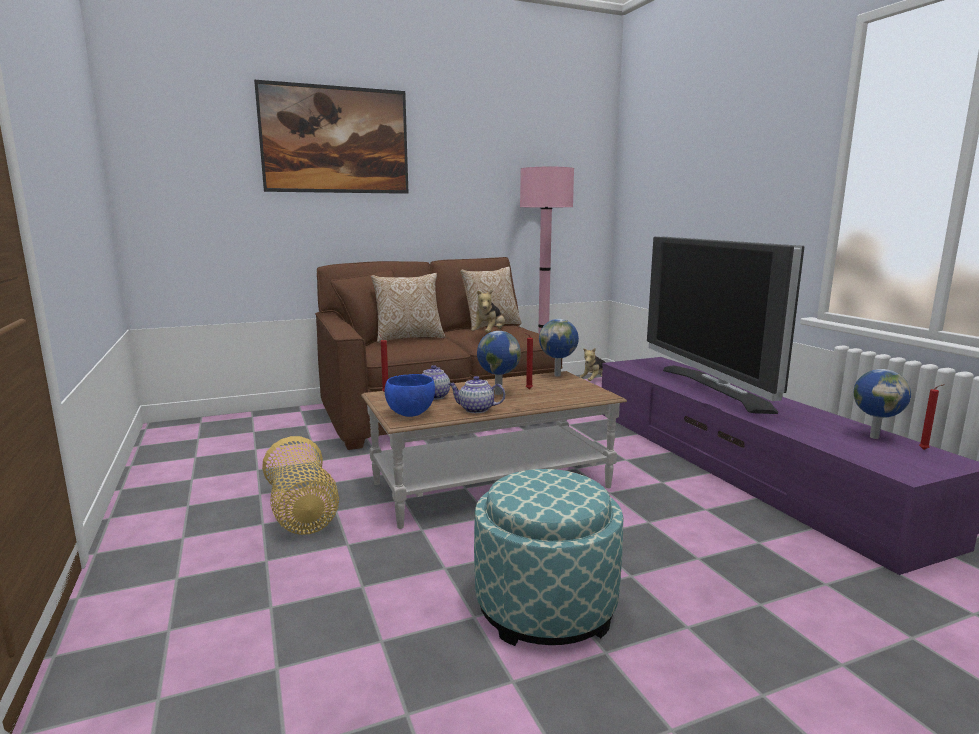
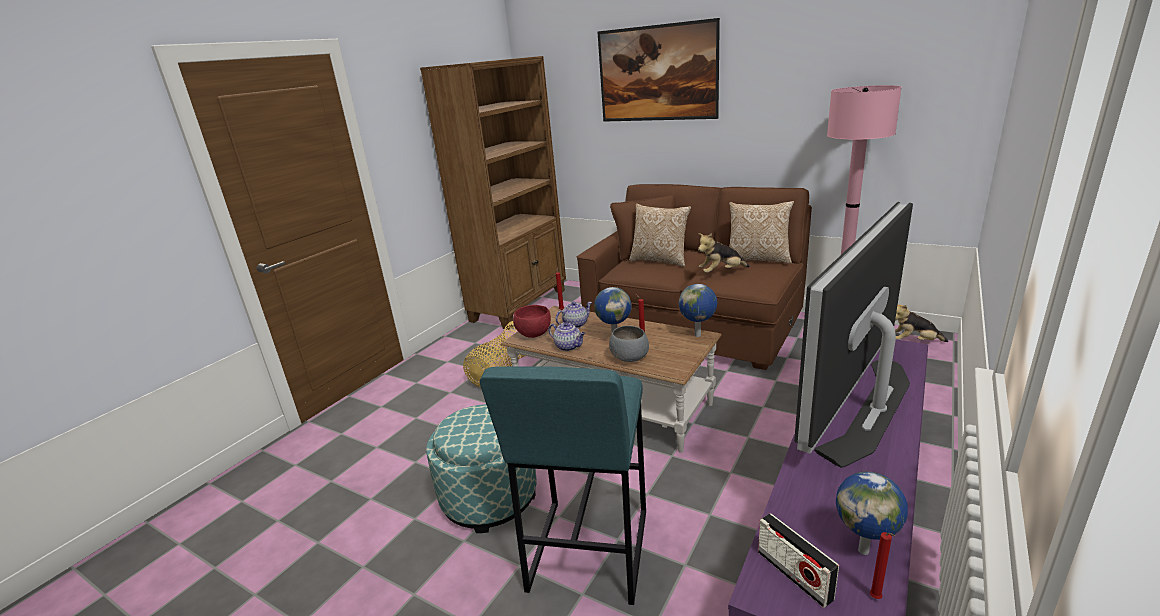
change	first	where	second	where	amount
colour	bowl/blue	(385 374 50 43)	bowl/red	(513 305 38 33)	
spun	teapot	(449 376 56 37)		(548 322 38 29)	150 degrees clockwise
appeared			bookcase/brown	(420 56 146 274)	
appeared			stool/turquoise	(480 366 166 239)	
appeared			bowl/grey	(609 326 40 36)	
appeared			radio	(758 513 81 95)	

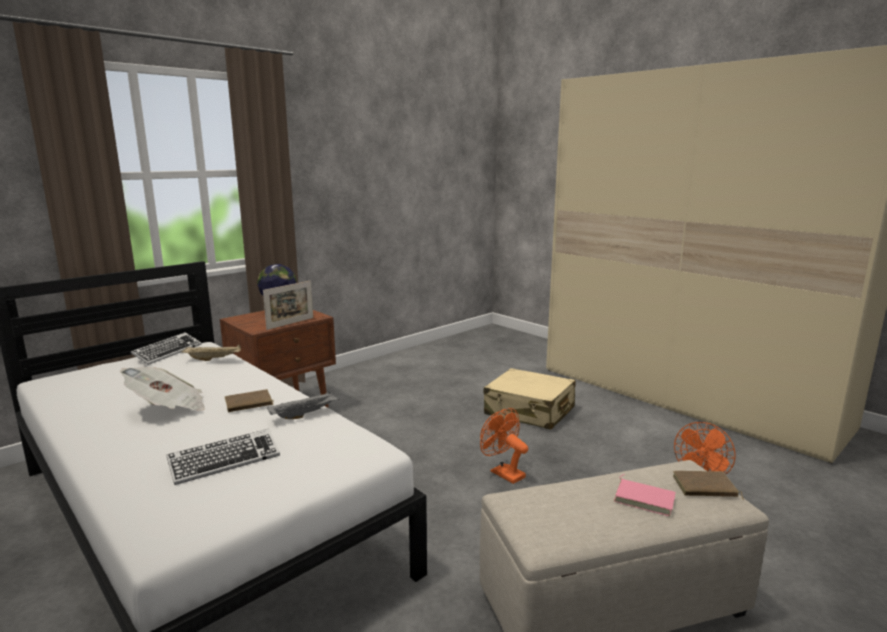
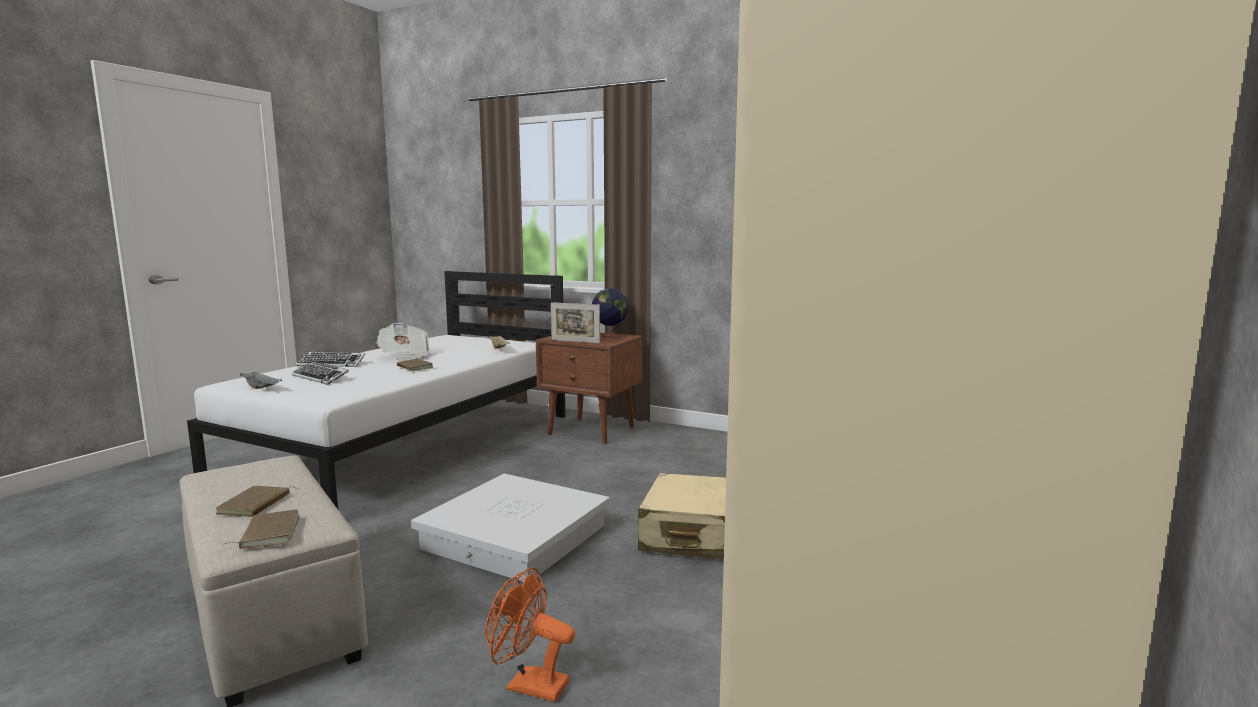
change	first	where	second	where	amount
relocated	keyboard	(131 332 71 33)		(296 352 69 15)	
relocated	tray/grey	(267 391 73 28)		(240 372 42 17)	
exchanged	fan/orange	(480 408 48 76)	storage box/white	(411 474 199 108)	
colour	book/pink	(614 474 62 42)	book/brown	(216 485 84 32)	

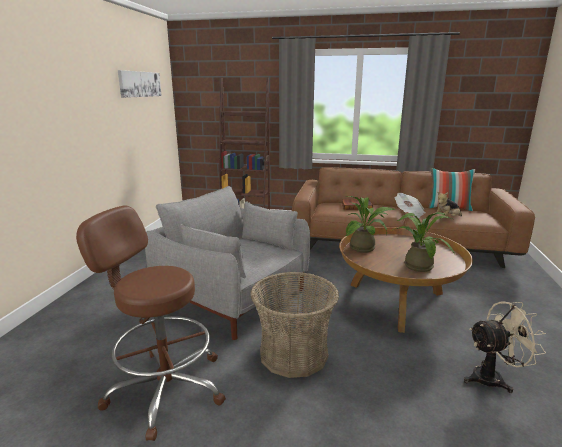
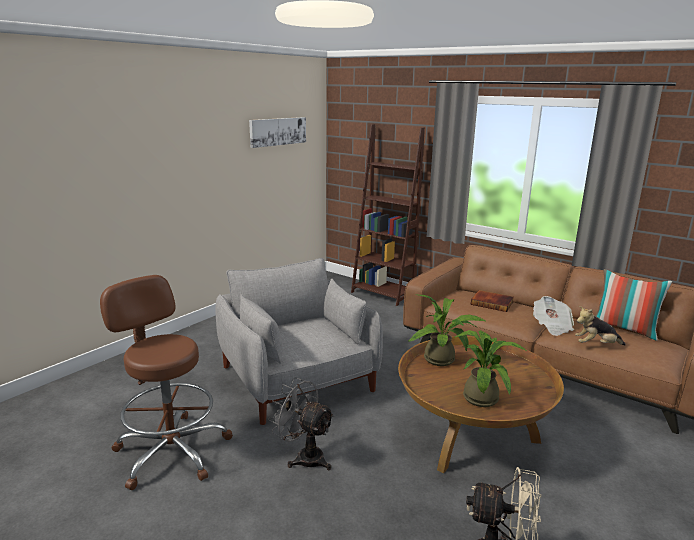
change	first	where	second	where	amount
exchanged	basket	(250 272 89 106)	fan/grey	(268 377 67 93)	

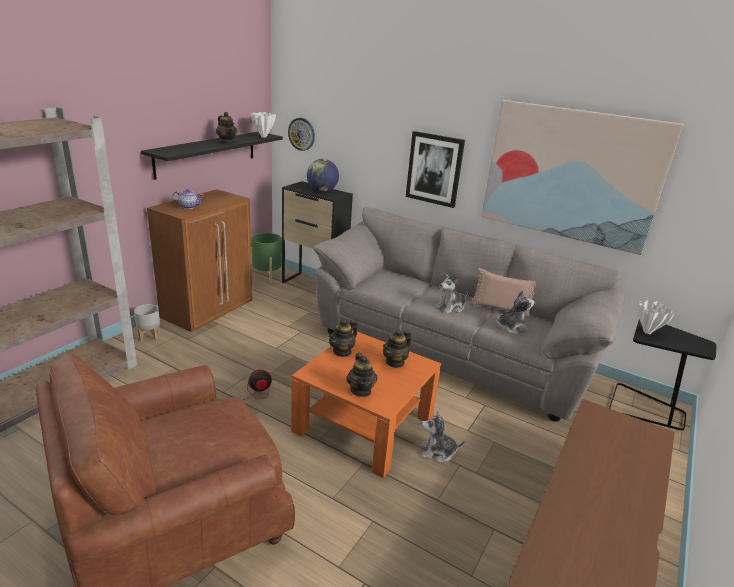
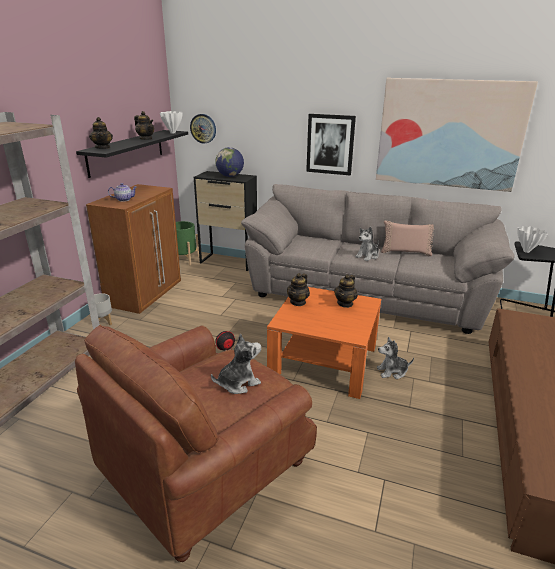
change	first	where	second	where	amount
relocated	teapot	(346 353 31 44)		(89 117 24 32)	
relocated	plush toy	(496 290 38 44)		(211 334 50 60)	

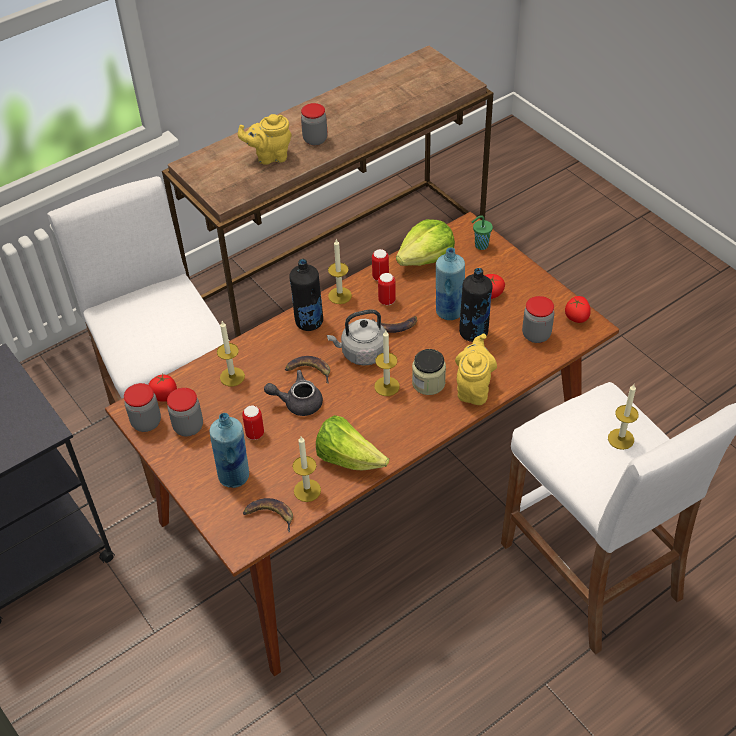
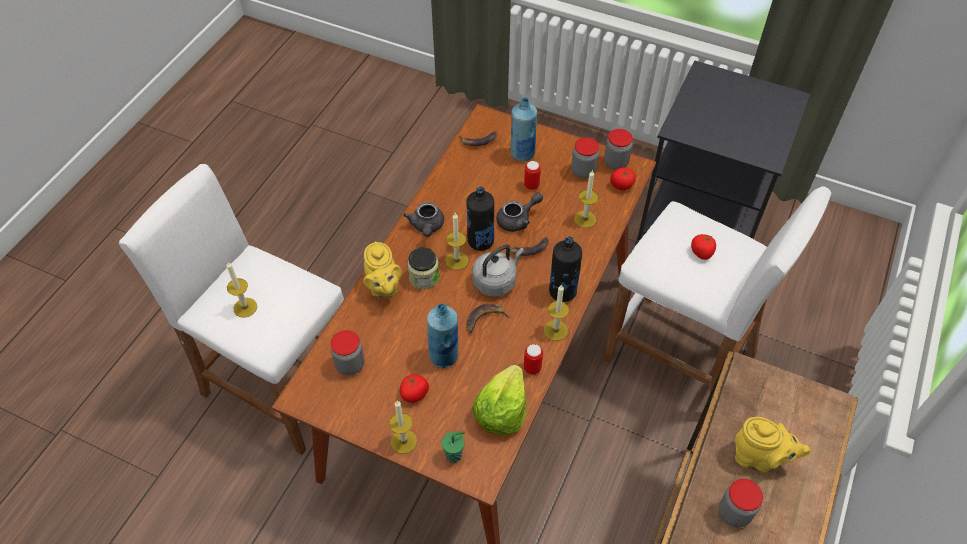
change	first	where	second	where	amount
spun	teapot/yellow	(238 114 54 51)		(735 417 76 56)	60 degrees clockwise
relocated	candle	(293 437 28 65)		(389 401 28 53)	
missing	lettuce	(316 415 73 56)			
missing	can	(378 273 18 32)			
relocated	bottle/black	(459 268 33 74)		(466 187 28 64)	
relocated	tomato	(565 296 26 27)		(691 234 25 26)	
appeared			teapot/grey	(403 202 41 35)	

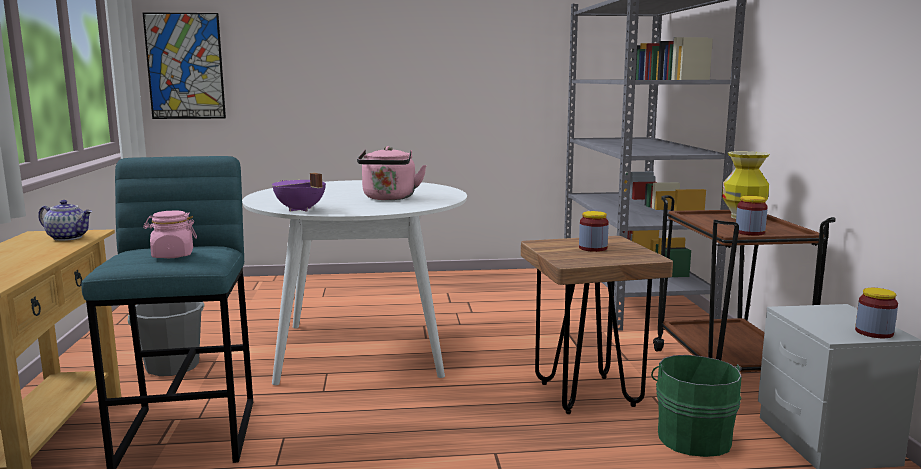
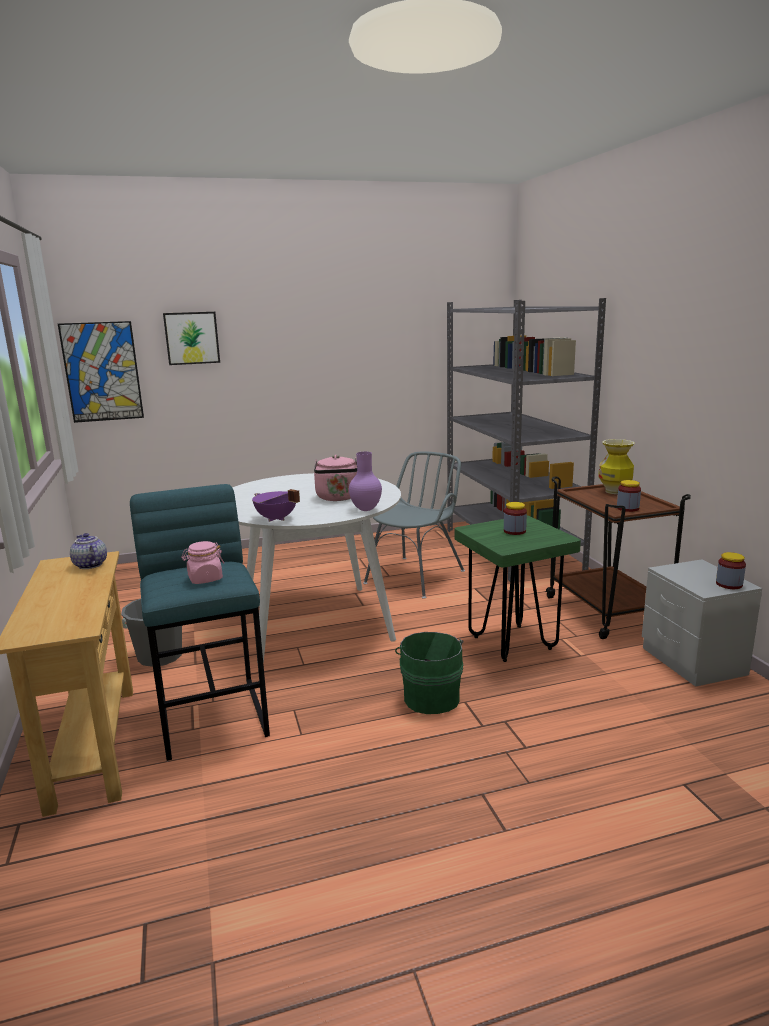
change	first	where	second	where	amount
spun	teapot	(38 200 54 41)		(70 533 37 36)	135 degrees counterclockwise
colour	stool/brown	(521 236 152 178)	stool/green	(454 515 127 147)	
relocated	bucket/green	(651 355 91 102)		(395 632 69 82)	
appeared			picture	(163 312 57 53)	
appeared			vase/purple	(349 452 33 59)	
appeared			chair/grey	(363 451 102 148)	

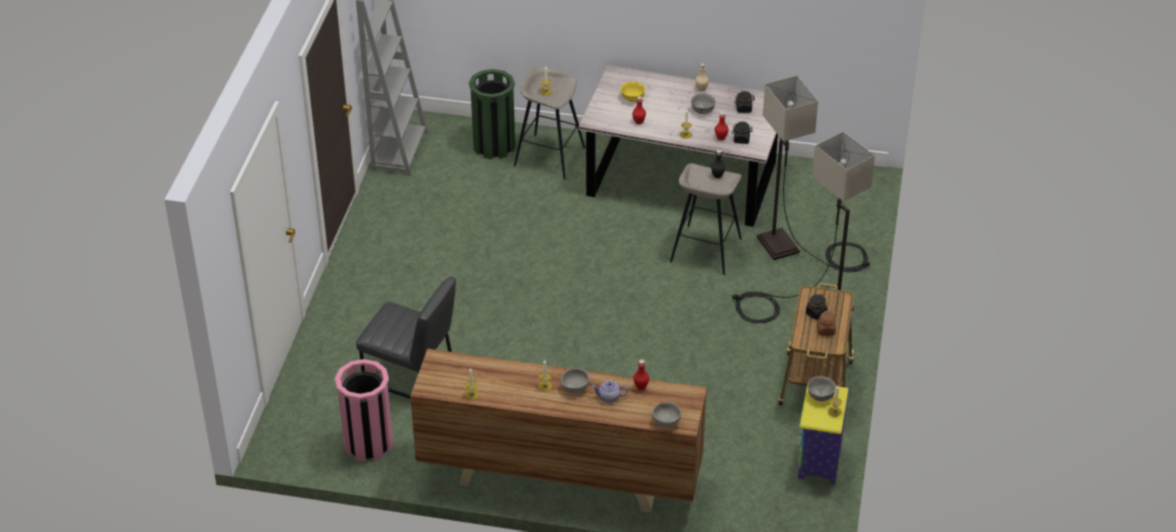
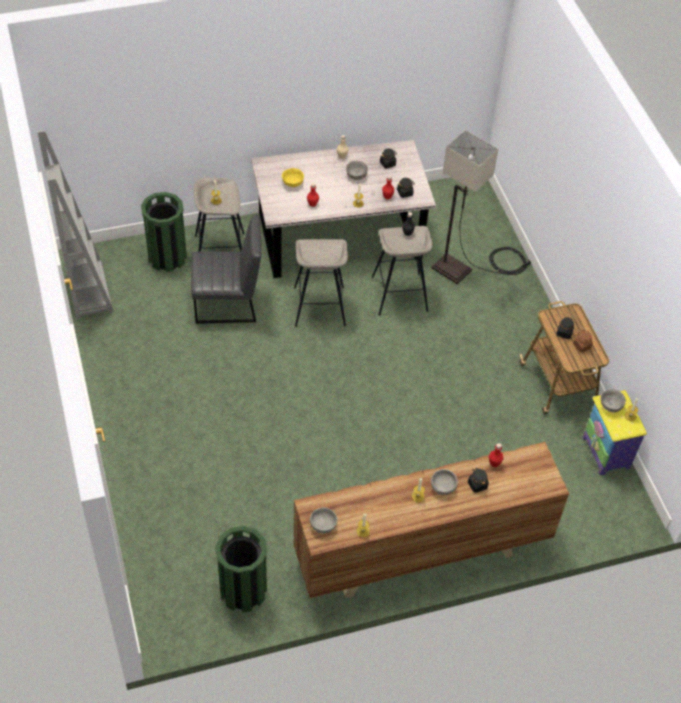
change	first	where	second	where	amount
colour	trash can/pink	(335 359 58 103)	trash can/green	(215 526 52 87)	
relocated	chair/grey	(356 276 100 123)		(191 215 70 109)	
exchanged	teapot	(592 381 36 22)	jar/black	(468 469 21 24)	
relocated	bowl/grey	(652 402 29 25)		(310 508 27 26)	
missing	floor lamp	(732 132 143 191)			
appeared			stool/grey	(294 239 54 88)	

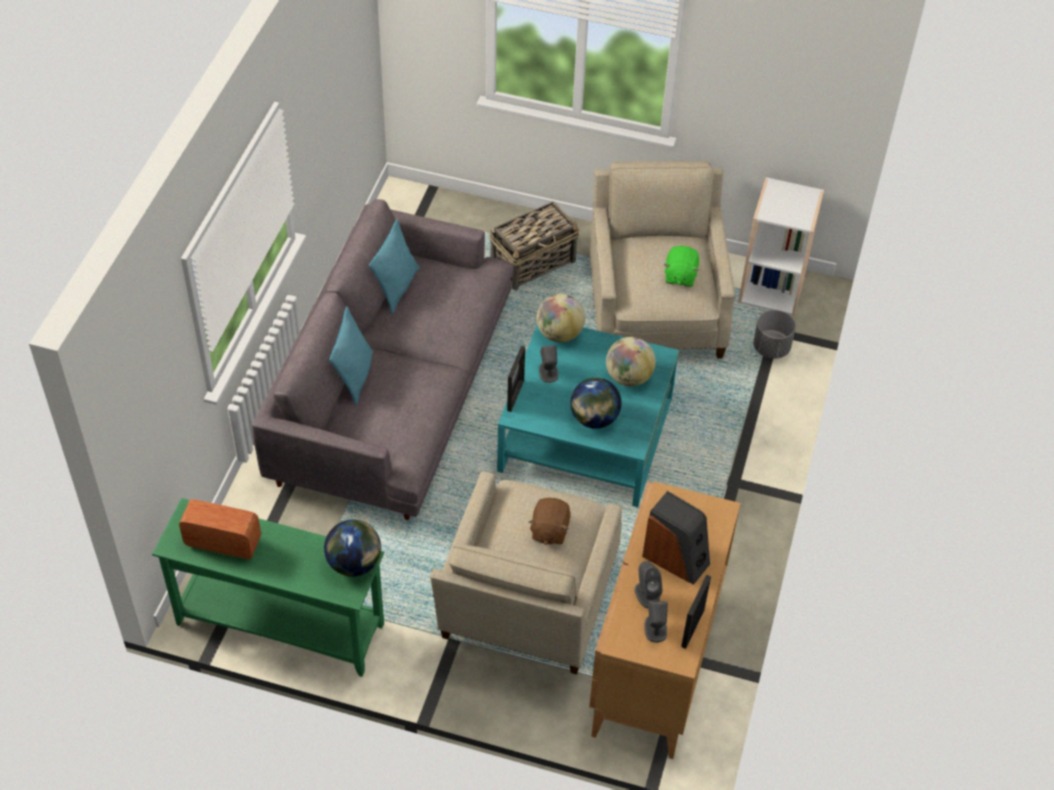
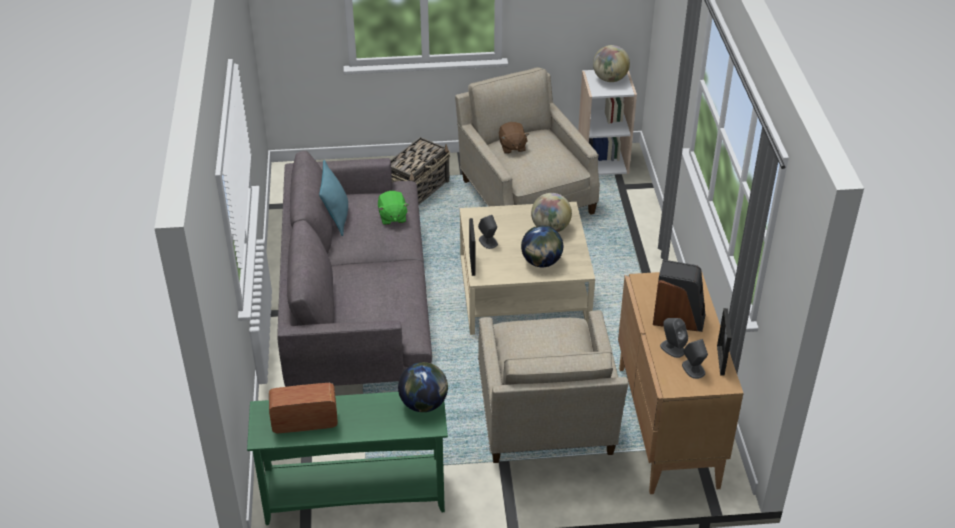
change	first	where	second	where	amount
missing	pillow/turquoise	(329 306 44 99)			
colour	coffee table/turquoise	(497 325 182 182)	coffee table/beige	(460 202 135 133)	
relocated	plush toy/brown	(529 497 42 48)		(499 122 30 32)	
relocated	globe	(536 294 49 49)		(593 45 37 37)	
relocated	plush toy/green	(664 246 35 41)		(378 191 30 34)	
missing	planter/grey	(753 310 43 49)			

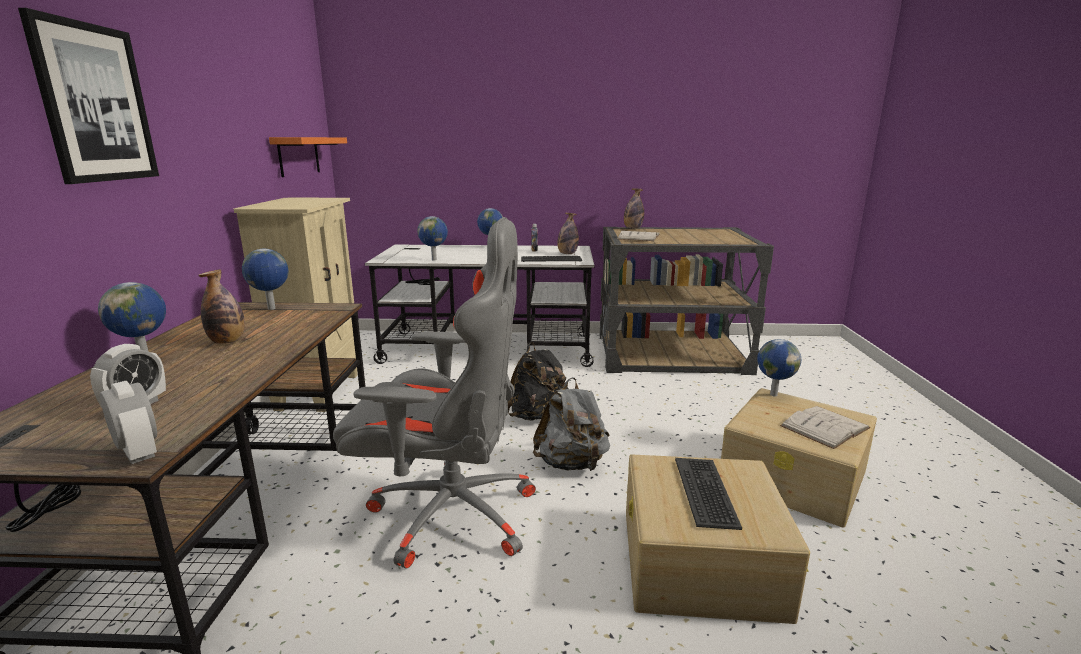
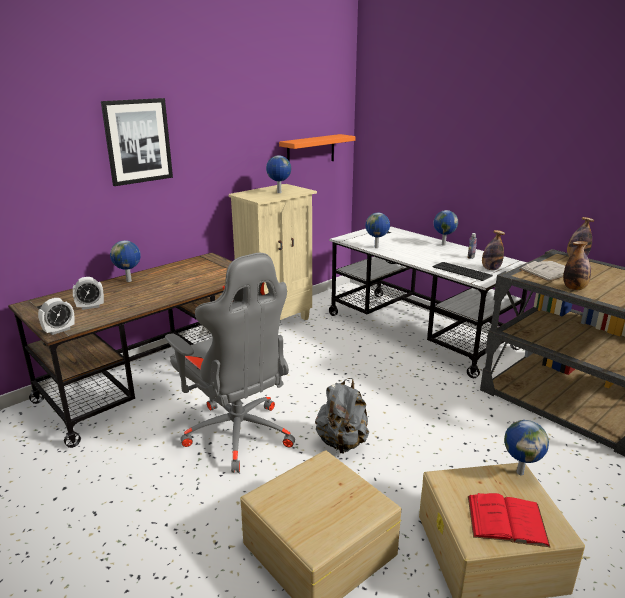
change	first	where	second	where	amount
spun	alarm clock	(100 381 57 83)		(38 298 37 37)	45 degrees clockwise
relocated	bottle	(199 269 46 75)		(563 241 28 49)	
relocated	globe	(242 249 46 61)		(266 155 25 38)	
missing	backpack/black	(508 341 61 80)			
missing	keyboard	(675 458 67 72)			
colour	book/white	(780 406 90 43)	book/red	(468 493 82 54)	

